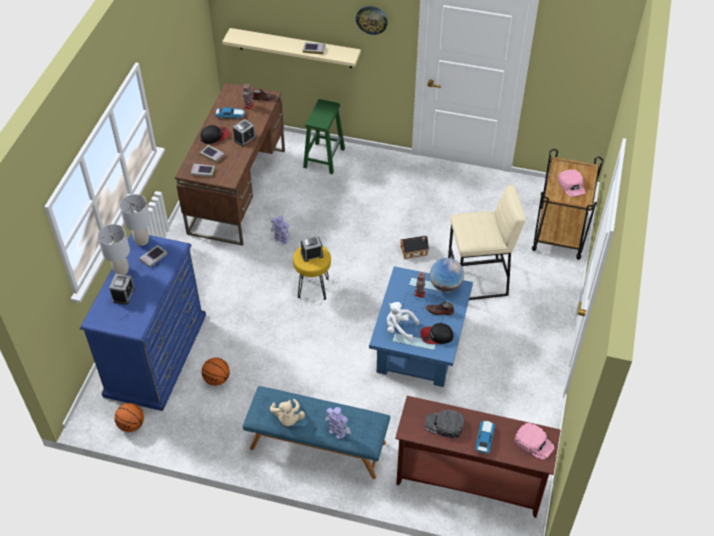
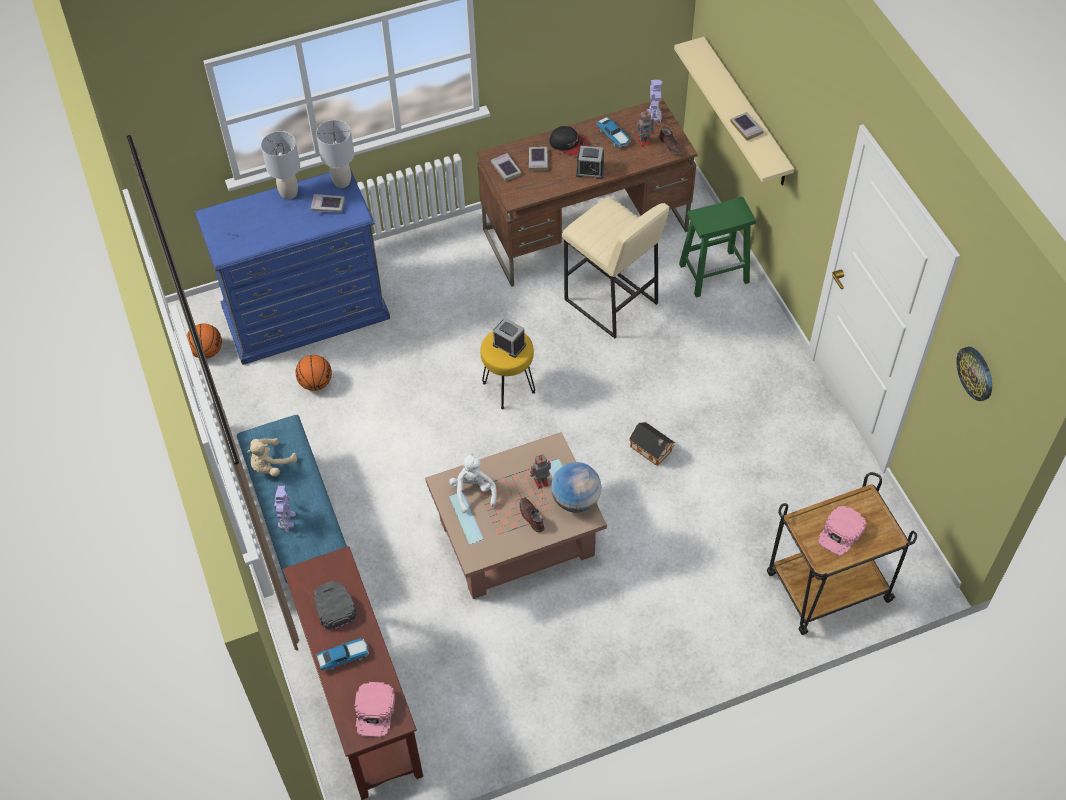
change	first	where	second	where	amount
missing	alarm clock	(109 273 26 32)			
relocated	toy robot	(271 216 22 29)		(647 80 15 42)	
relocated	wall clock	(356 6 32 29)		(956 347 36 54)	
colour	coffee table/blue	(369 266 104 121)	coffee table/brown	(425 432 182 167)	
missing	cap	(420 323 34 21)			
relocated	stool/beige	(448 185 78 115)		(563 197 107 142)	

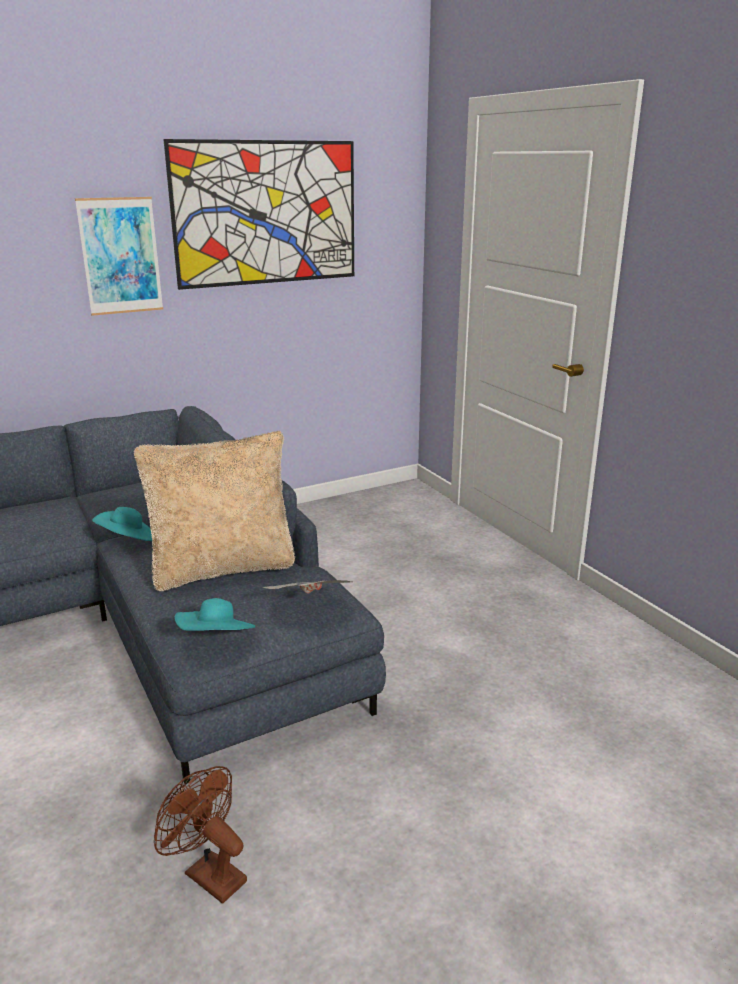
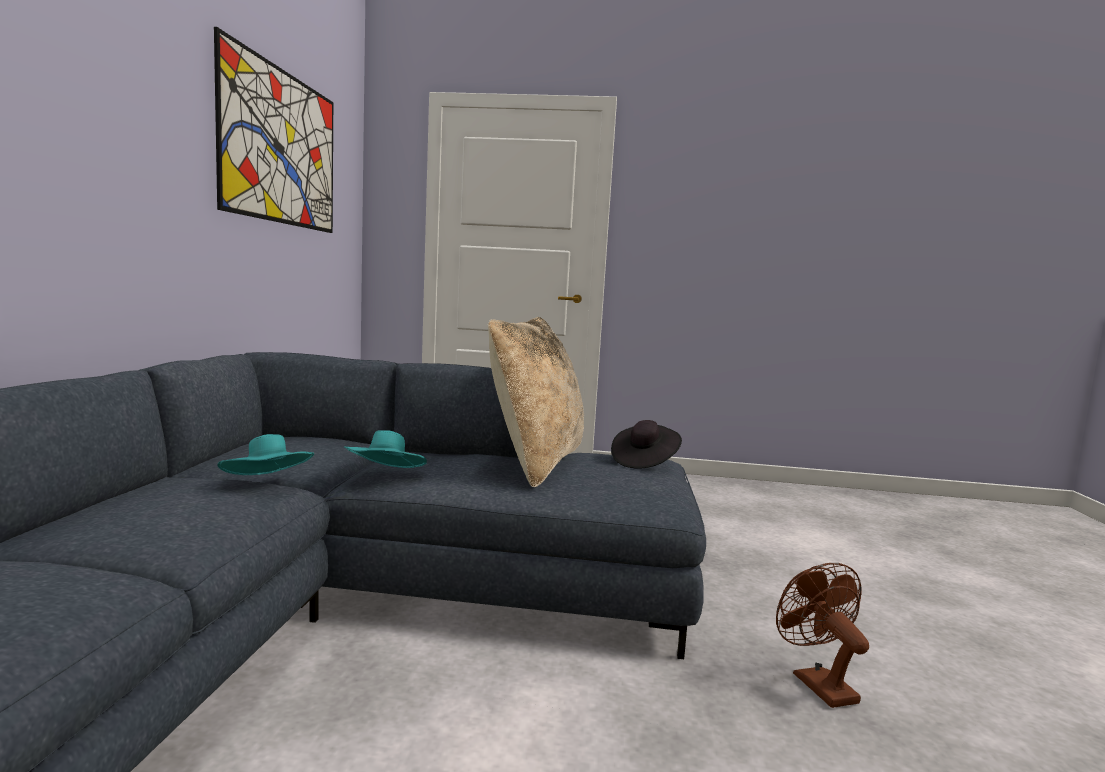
change	first	where	second	where	amount
missing	picture	(75 197 88 119)			
spun	fan/brown	(154 766 93 138)		(776 563 93 145)	90 degrees clockwise
relocated	hat/turquoise	(174 598 81 33)		(217 434 97 41)	
exchanged	newspaper	(263 580 89 13)	hat/black	(611 420 71 49)	

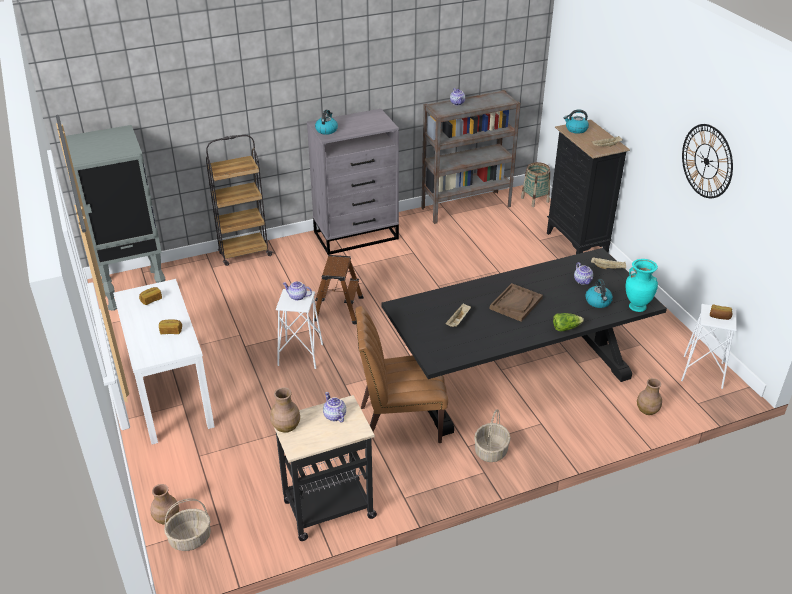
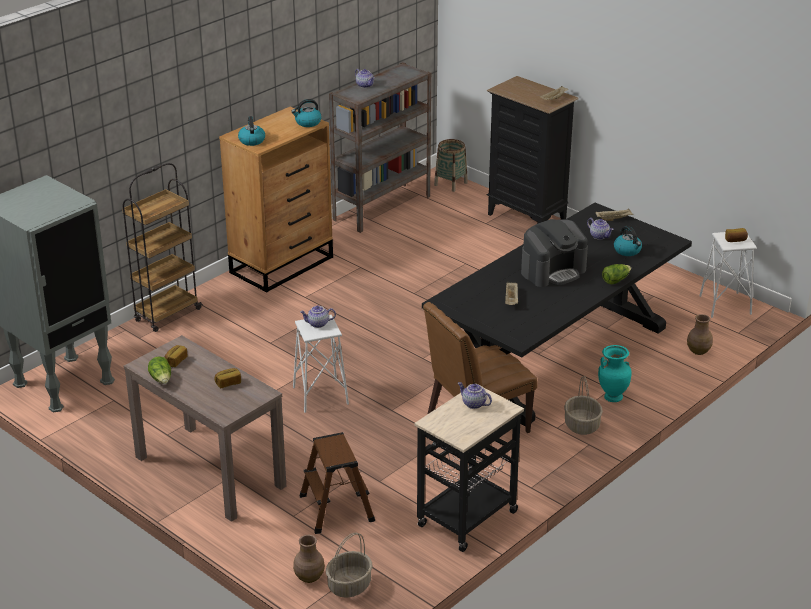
change	first	where	second	where	amount
colour	console table/white	(113 279 102 166)	console table/brown	(124 335 162 187)	
missing	vase/brown	(270 387 30 46)			
colour	dresser/grey	(307 109 92 146)	dresser/brown	(219 107 114 186)	
relocated	step ladder/brown	(314 255 50 69)		(299 432 76 102)	
exchanged	tray/brown	(490 283 53 39)	coffee machine	(521 219 67 68)	
relocated	kettle	(564 109 25 25)		(291 99 31 28)	
relocated	vase/turquoise	(626 259 32 53)		(598 345 34 57)	
missing	wall clock	(682 124 51 74)			
appeared			lettuce	(148 356 23 28)	

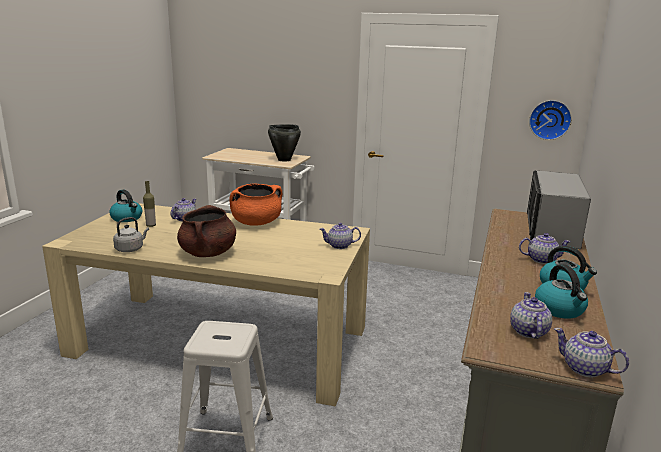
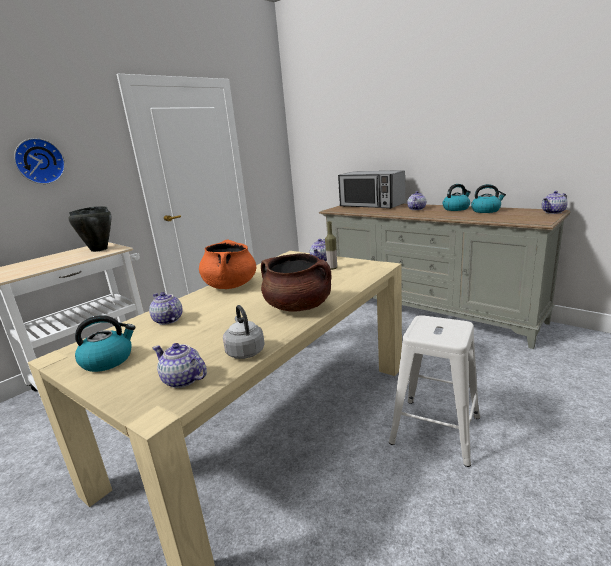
change	first	where	second	where	amount
relocated	bottle	(143 181 13 46)		(325 221 12 49)	
relocated	teapot	(510 292 42 47)		(153 343 54 45)	
relocated	wall clock	(529 100 43 40)		(14 138 51 46)	

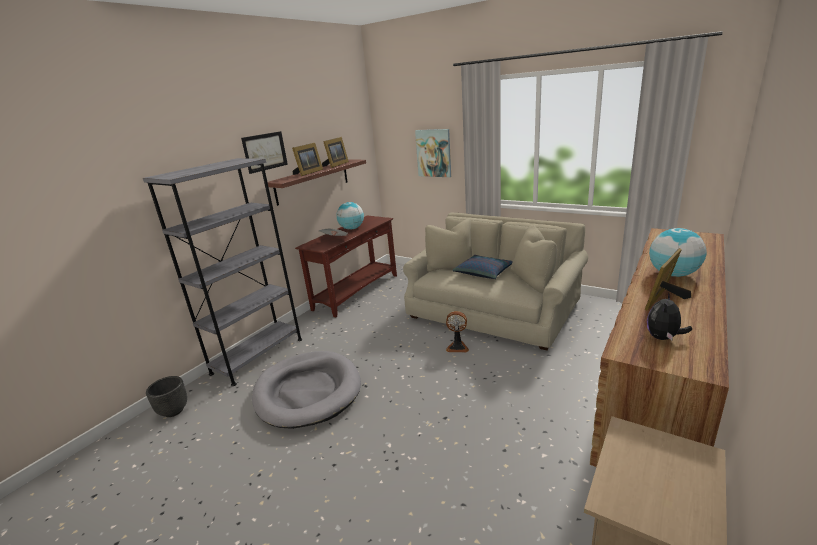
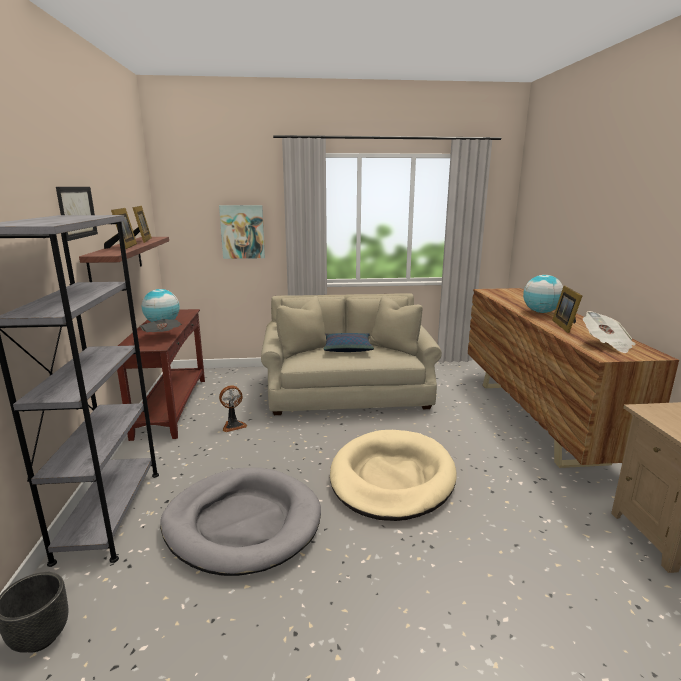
change	first	where	second	where	amount
relocated	fan	(446 311 23 41)		(219 385 28 47)	
exchanged	plush toy	(647 292 45 48)	newspaper	(583 311 52 42)	
appeared			dog bed/beige	(330 430 127 91)	

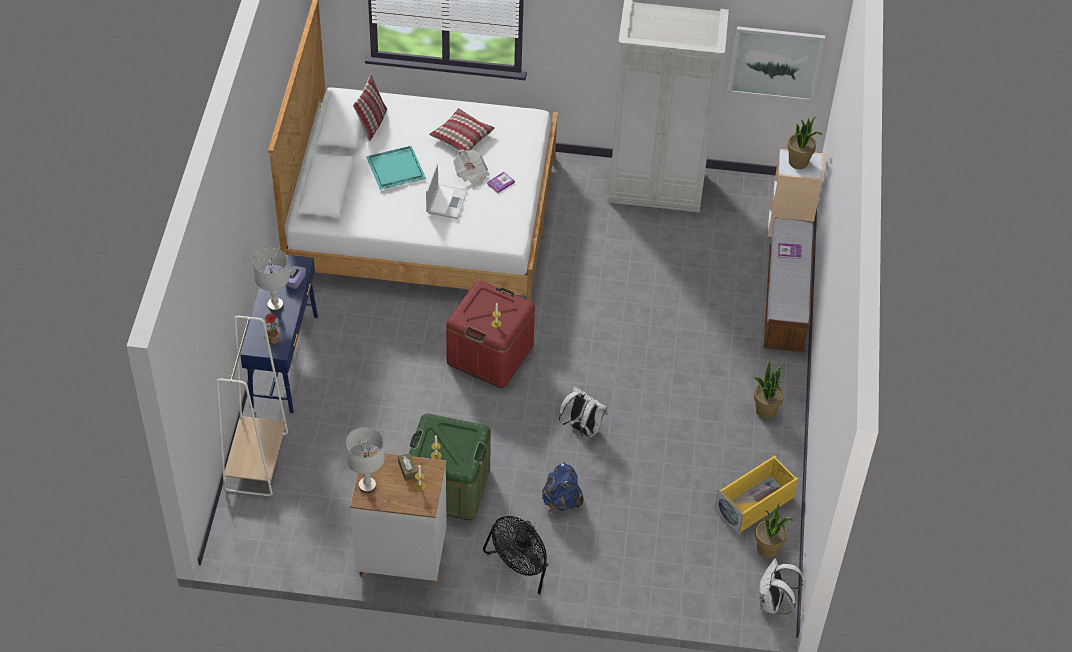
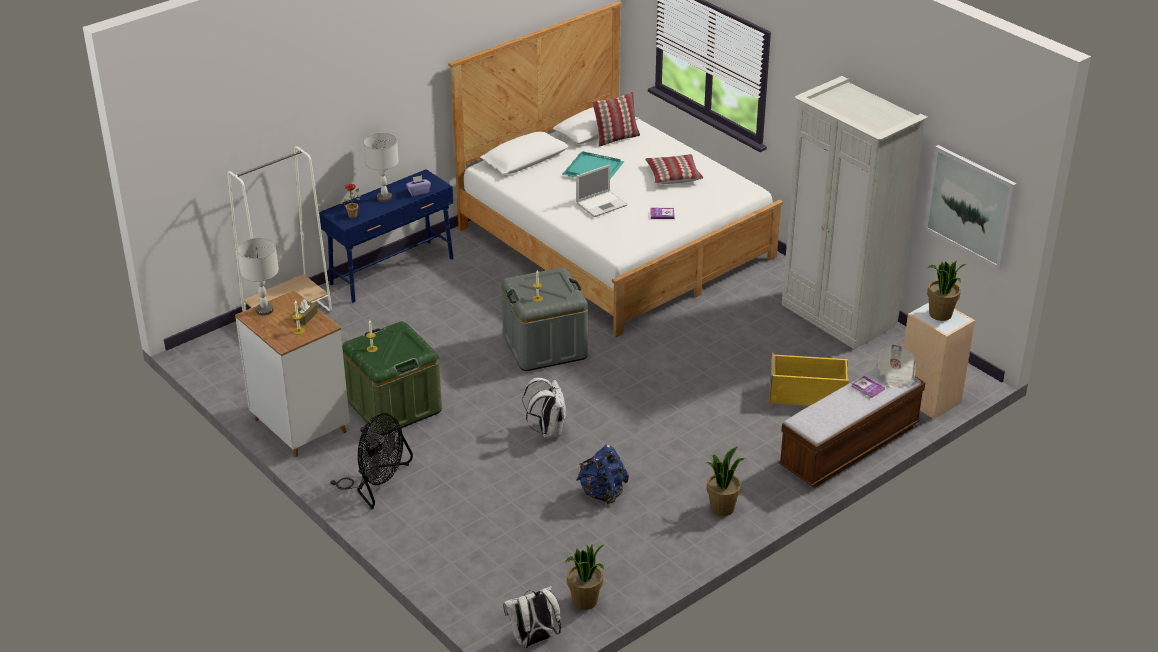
change	first	where	second	where	amount
colour	storage box/red	(446 281 89 107)	storage box/grey	(501 268 87 103)	
relocated	newspaper	(453 149 36 39)		(876 344 41 44)	
spun	fan/black	(483 516 65 79)		(330 413 83 97)	150 degrees counterclockwise
relocated	backpack/blue	(542 462 42 49)		(576 445 53 60)	
relocated	storage box/yellow	(714 456 84 79)		(769 353 80 53)	

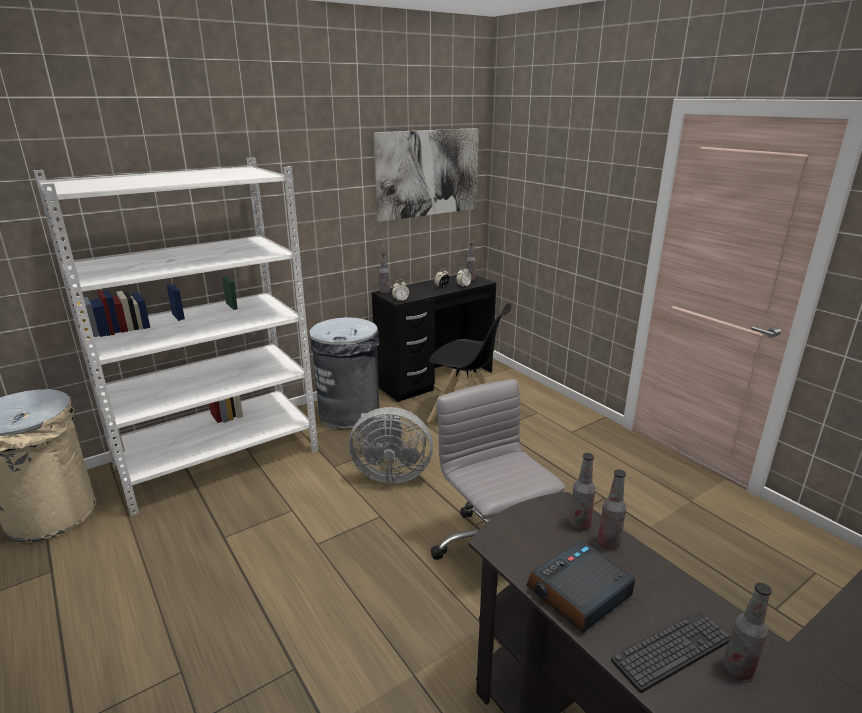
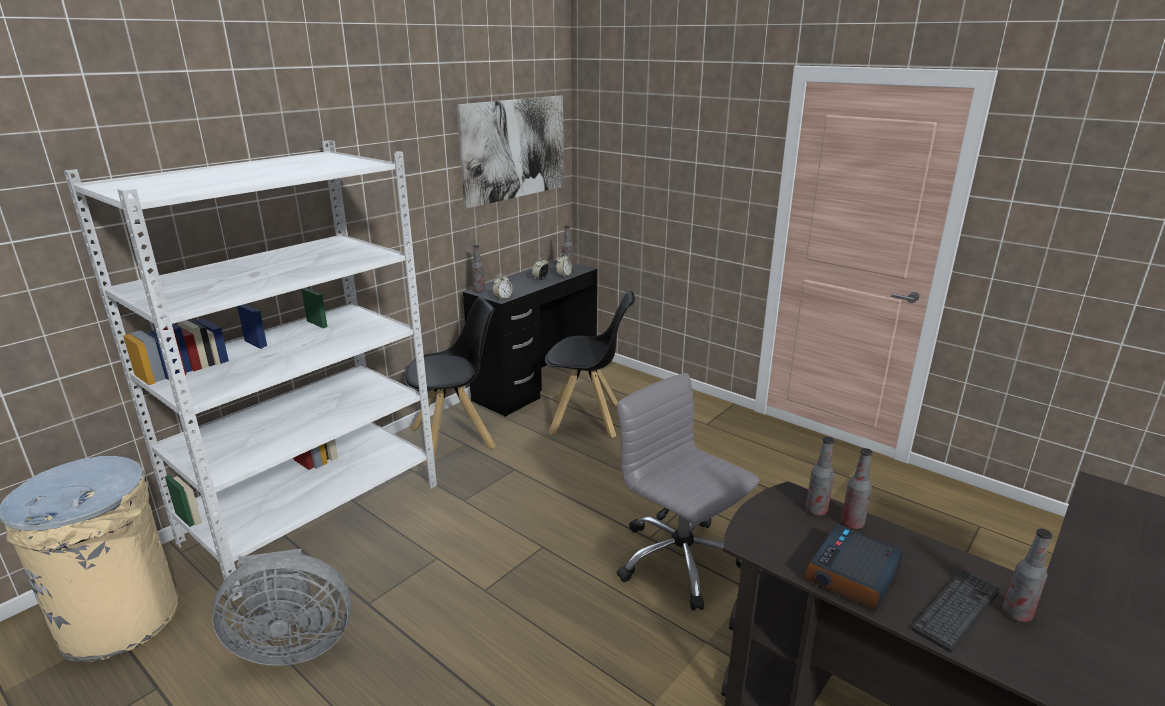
change	first	where	second	where	amount
exchanged	trash can/grey	(309 317 71 113)	chair/black	(403 297 93 166)	
relocated	fan/grey	(349 407 84 77)		(212 548 140 118)	

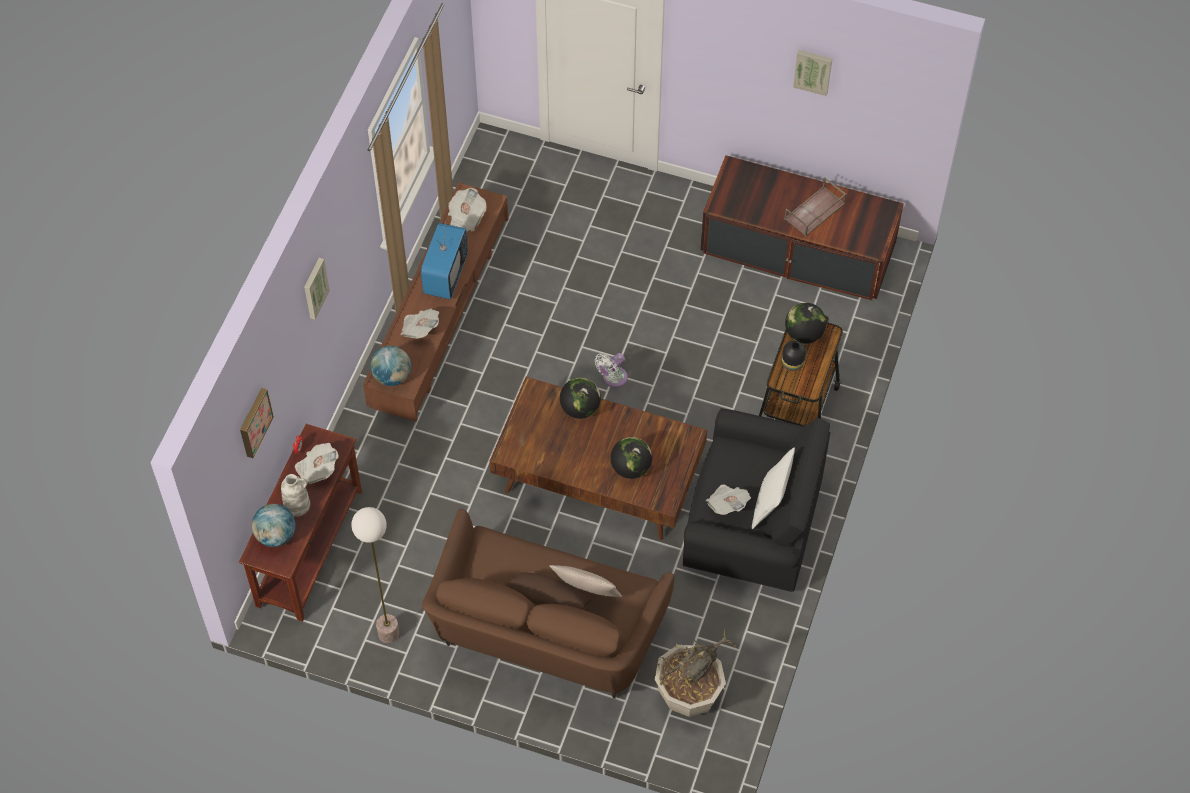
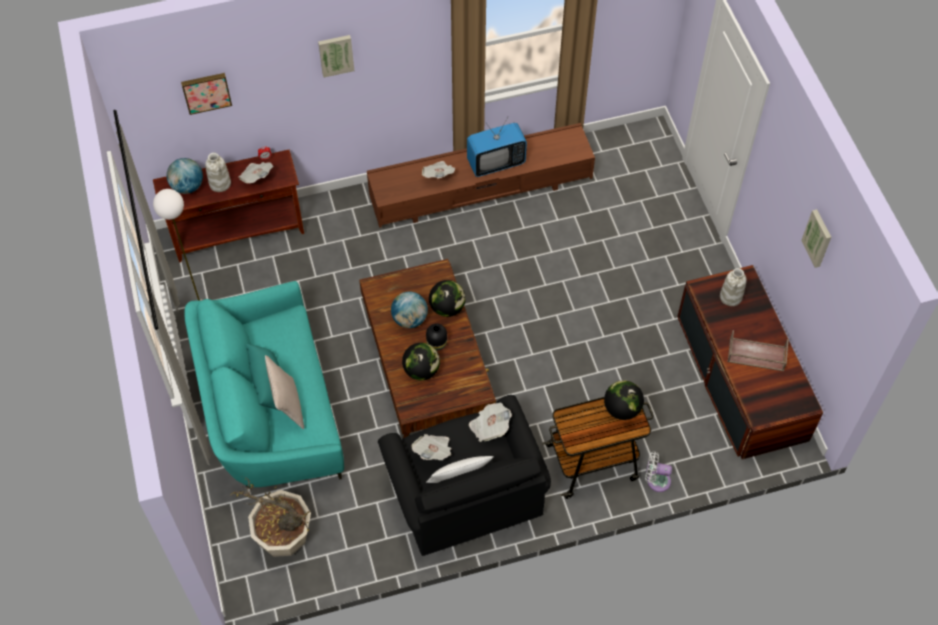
change	first	where	second	where	amount
relocated	globe	(370 346 41 40)		(391 291 37 37)	
colour	sofa/brown	(422 509 253 190)	sofa/turquoise	(185 281 159 208)	
relocated	newspaper	(448 188 39 43)		(469 403 43 39)	
relocated	fan/white	(595 353 33 35)		(645 452 27 40)	
relocated	vase/black	(782 341 24 30)		(426 324 21 26)	
appeared			vase/white	(720 268 27 38)	

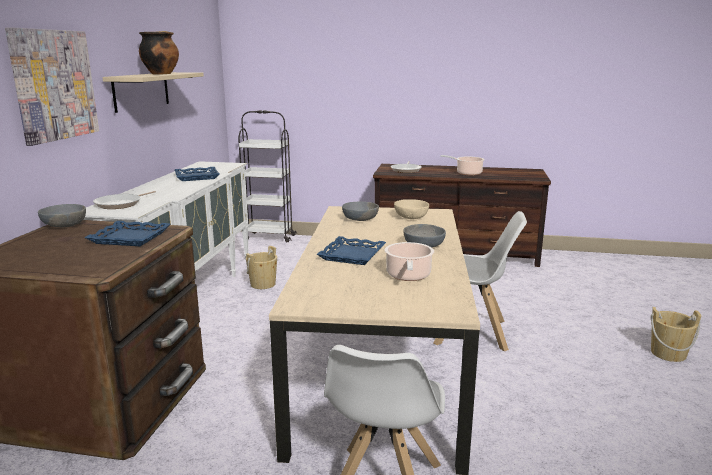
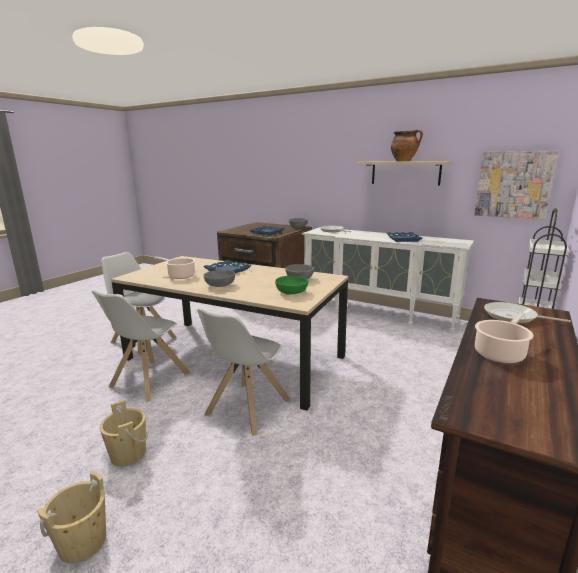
change	first	where	second	where	amount
relocated	picture	(5 27 94 119)		(474 151 84 68)	
relocated	bucket/beige	(246 246 31 43)		(99 400 49 66)	
colour	bowl/beige	(394 199 35 20)	bowl/green	(275 276 33 19)	
appeared			chair	(92 289 98 113)	

